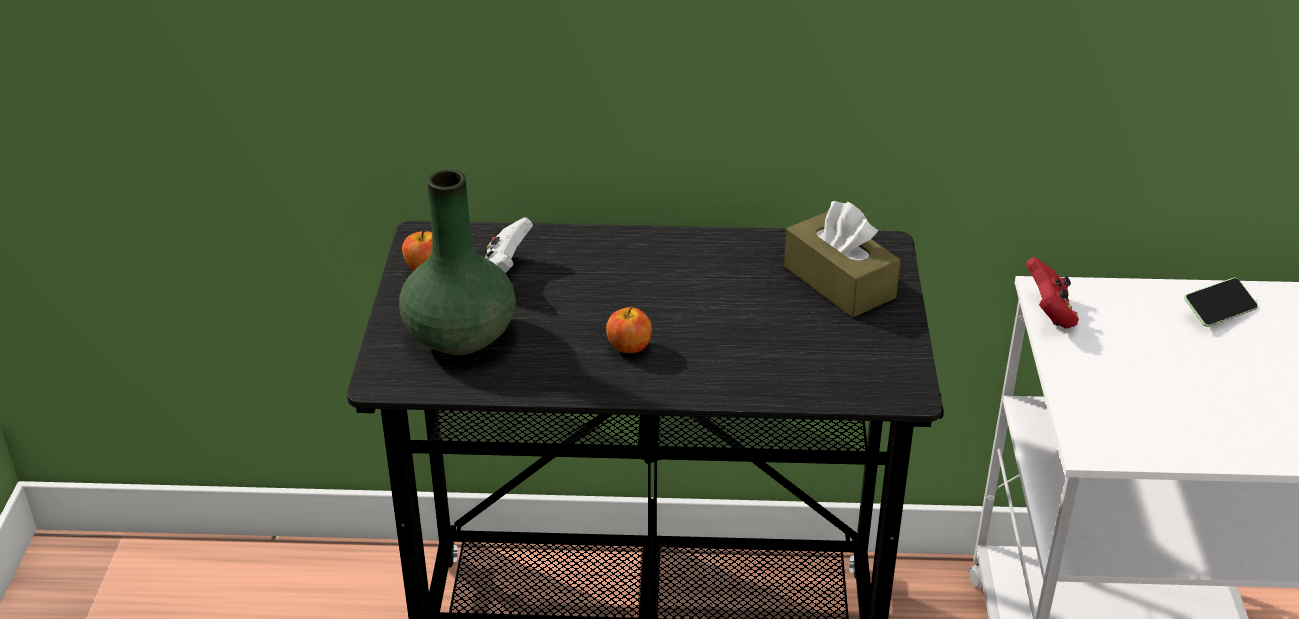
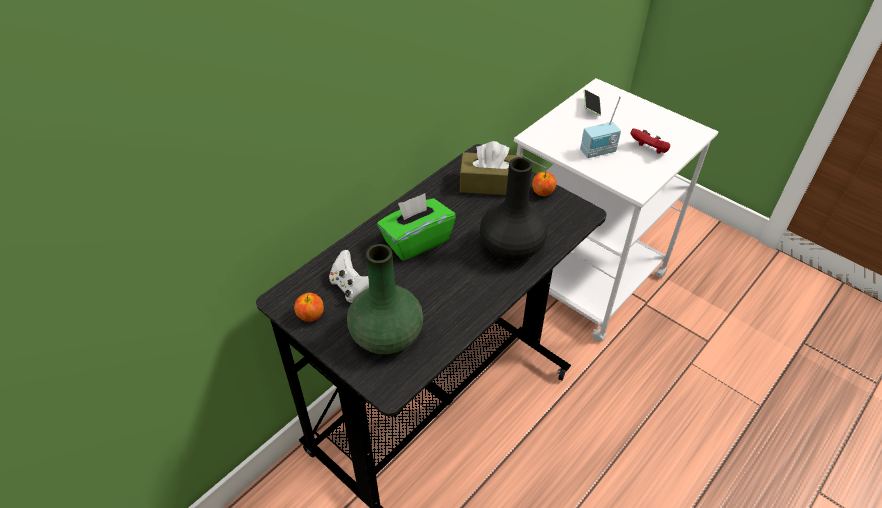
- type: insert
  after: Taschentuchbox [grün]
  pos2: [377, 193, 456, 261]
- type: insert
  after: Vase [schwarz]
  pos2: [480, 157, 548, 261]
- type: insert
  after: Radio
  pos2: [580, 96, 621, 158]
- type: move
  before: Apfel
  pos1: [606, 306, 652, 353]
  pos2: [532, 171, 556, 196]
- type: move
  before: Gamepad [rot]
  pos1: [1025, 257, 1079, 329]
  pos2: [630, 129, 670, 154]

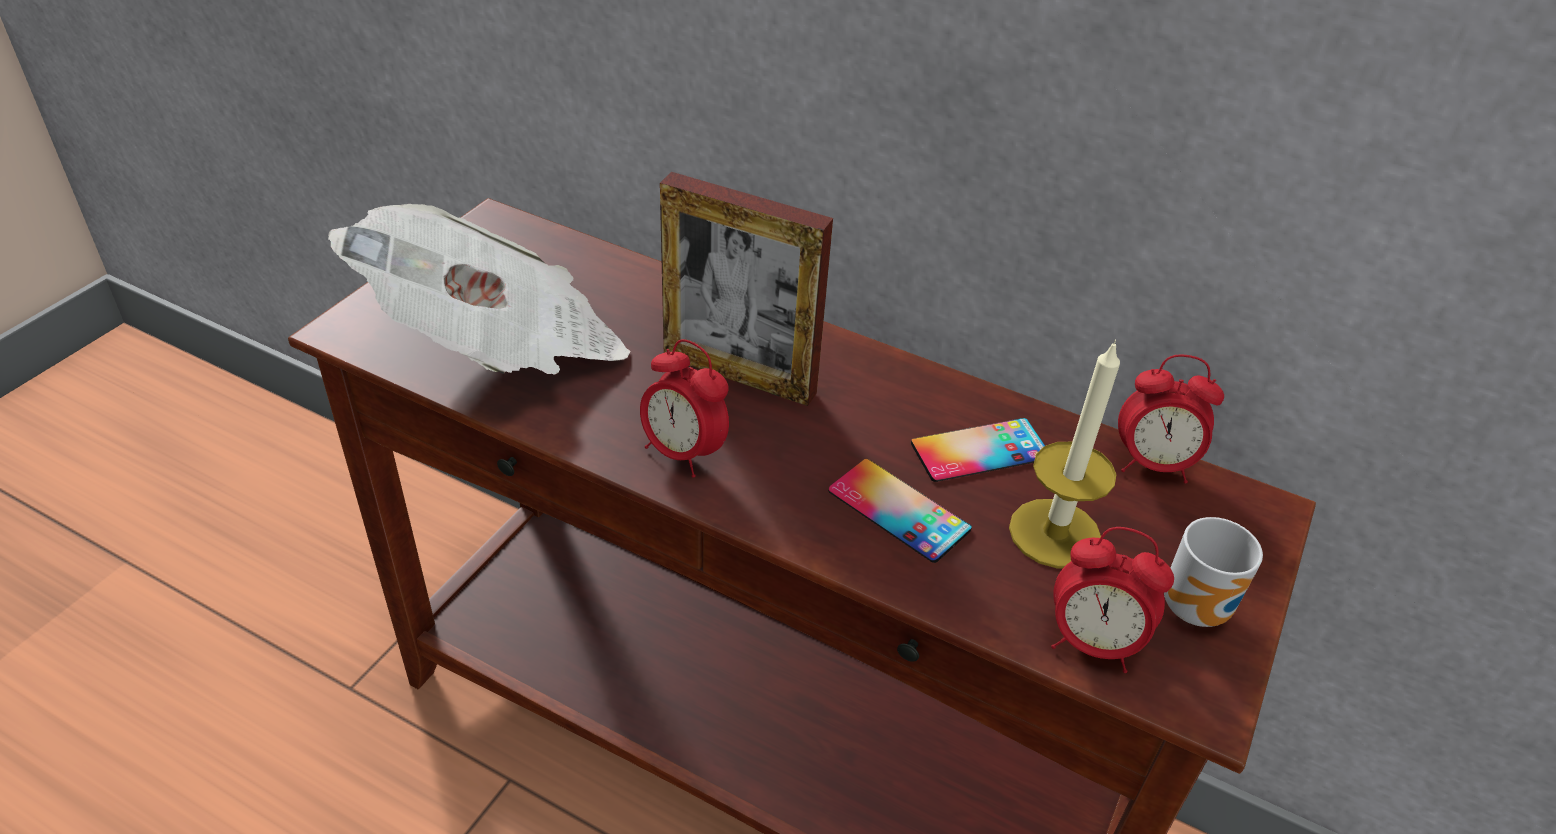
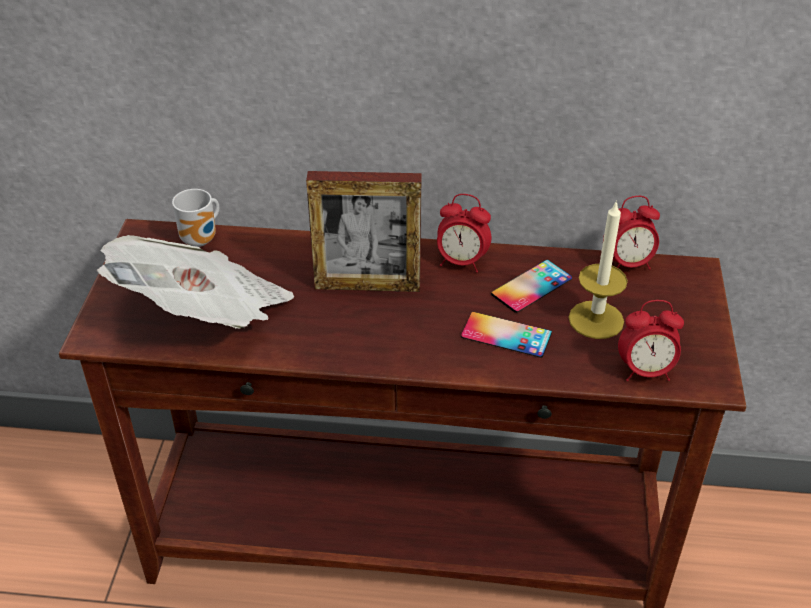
- type: move
  before: Wecker
  pos1: [640, 339, 729, 478]
  pos2: [437, 194, 491, 273]
- type: move
  before: Henkelbecher
  pos1: [1164, 517, 1263, 627]
  pos2: [172, 189, 219, 247]

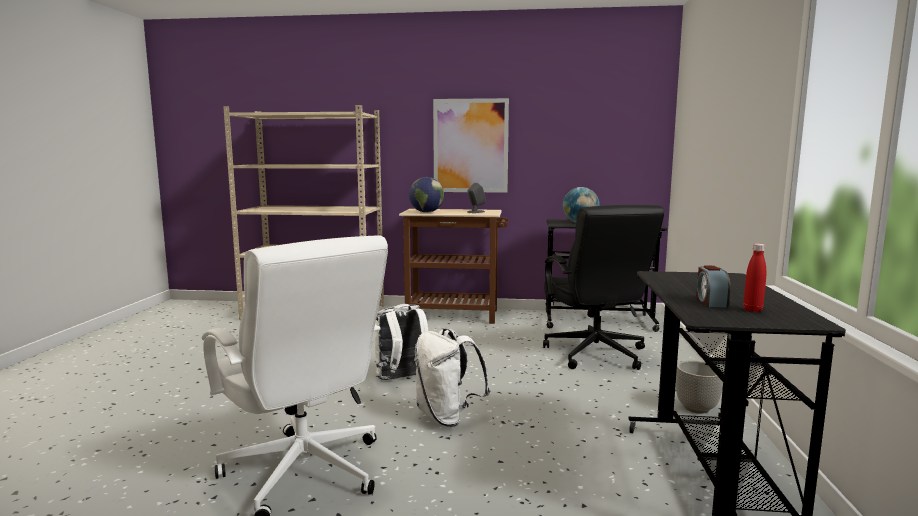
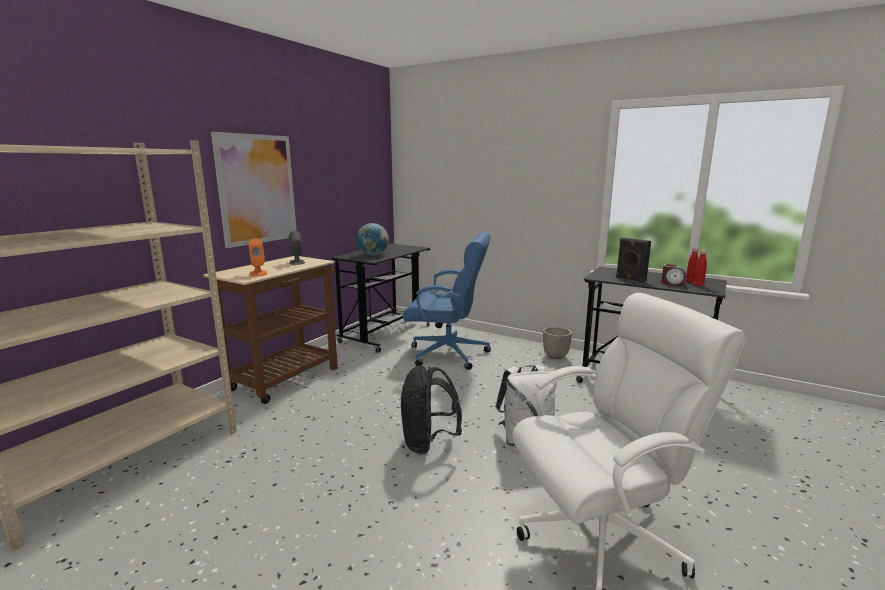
- type: insert
  after: Lautsprecher [schwarz]
  pos2: [616, 238, 651, 283]
- type: insert
  after: Flasche [rot]
  pos2: [694, 250, 707, 286]
- type: replace
  before: Globus
  after: Lautsprecher [orange]
  pos1: [409, 177, 444, 213]
  pos2: [249, 238, 267, 277]
- type: recolor
  before: Rucksack [weiß]
  after: Rucksack [schwarz]
  pos1: [375, 304, 429, 380]
  pos2: [401, 366, 462, 455]
- type: recolor
  before: Bürostuhl [schwarz]
  after: Bürostuhl [blau]
  pos1: [543, 205, 664, 370]
  pos2: [403, 232, 491, 370]

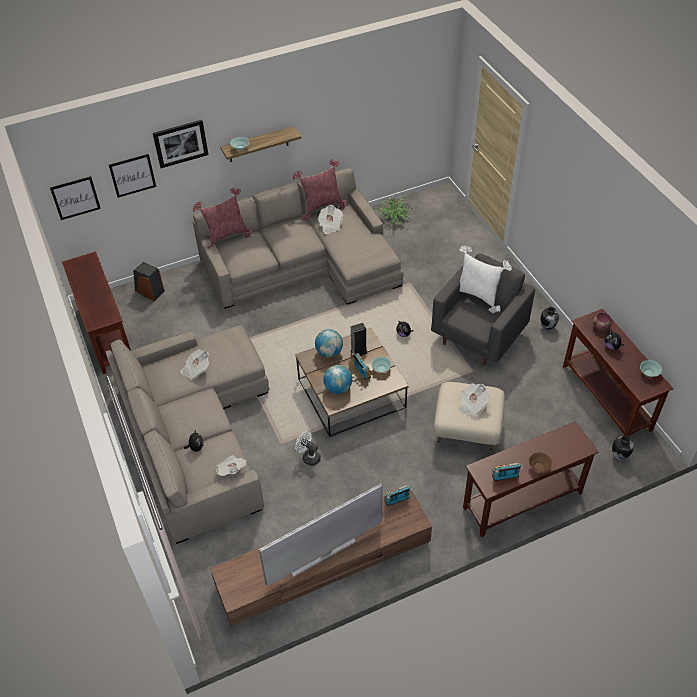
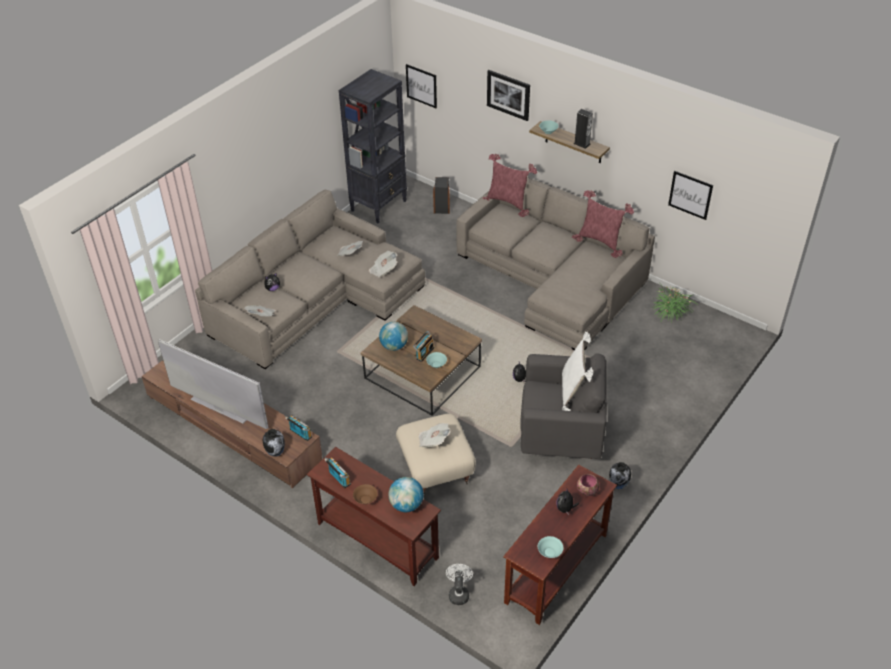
- type: move
  before: Bild
  pos1: [109, 154, 156, 198]
  pos2: [668, 171, 713, 220]
- type: move
  before: Ventilator [weiß]
  pos1: [295, 431, 321, 466]
  pos2: [446, 564, 473, 605]
- type: move
  before: Globus
  pos1: [315, 329, 343, 357]
  pos2: [389, 477, 424, 512]
- type: move
  before: Zeitung
  pos1: [318, 205, 343, 234]
  pos2: [369, 251, 397, 278]
- type: move
  before: Lautsprecher
  pos1: [351, 323, 367, 356]
  pos2: [574, 109, 593, 149]
- type: move
  before: Vase
  pos1: [612, 436, 634, 460]
  pos2: [262, 429, 285, 457]
- type: replace
  before: Konsolentisch [braun]
  after: Bücherregal [schwarz]
  pos1: [62, 251, 131, 374]
  pos2: [339, 69, 407, 223]

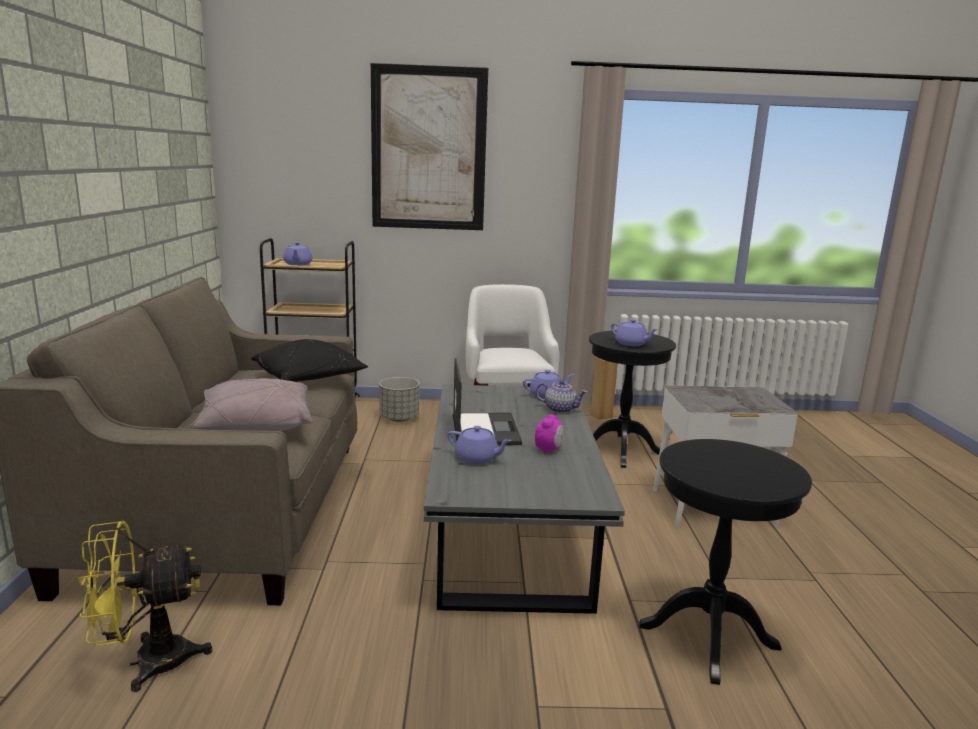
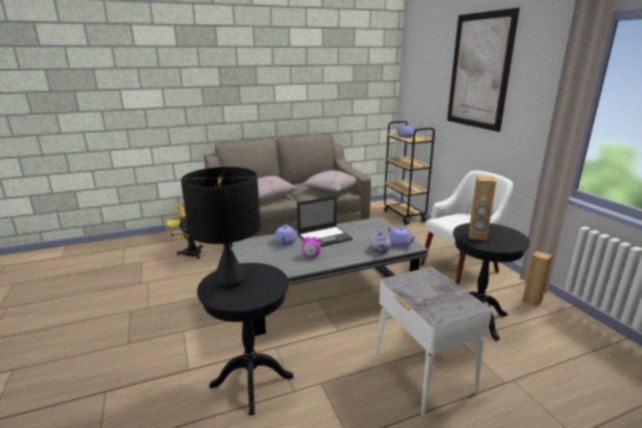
- type: delete
  before: Pflanzkübel [grau]
  pos1: [379, 377, 419, 422]
- type: insert
  after: Tischlampe [schwarz]
  pos2: [181, 167, 261, 287]
- type: replace
  before: Teekanne [lila]
  after: Lautsprecher [braun]
  pos1: [611, 319, 658, 346]
  pos2: [469, 176, 496, 241]
- type: recolor
  before: Kissen [schwarz]
  after: Kissen [lila]
  pos1: [251, 339, 368, 382]
  pos2: [301, 171, 357, 192]

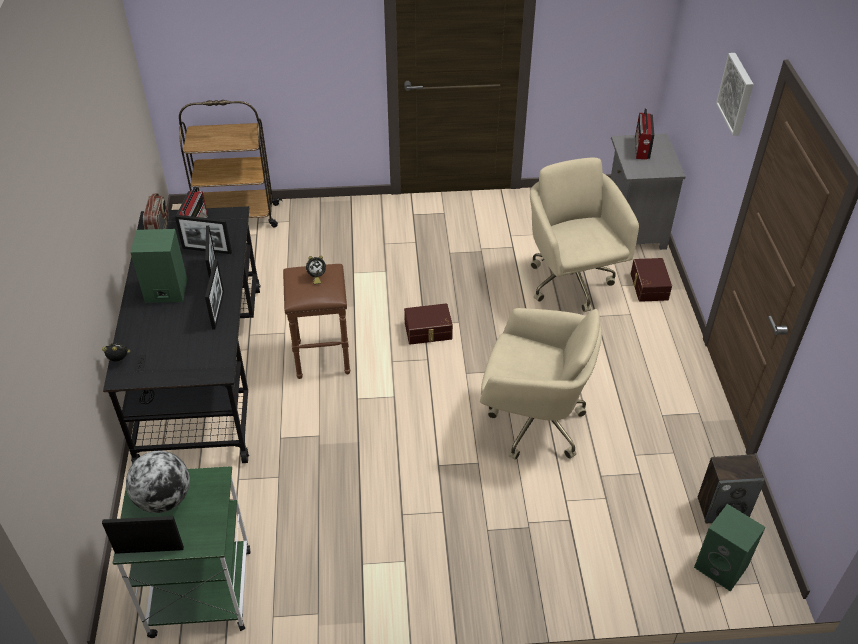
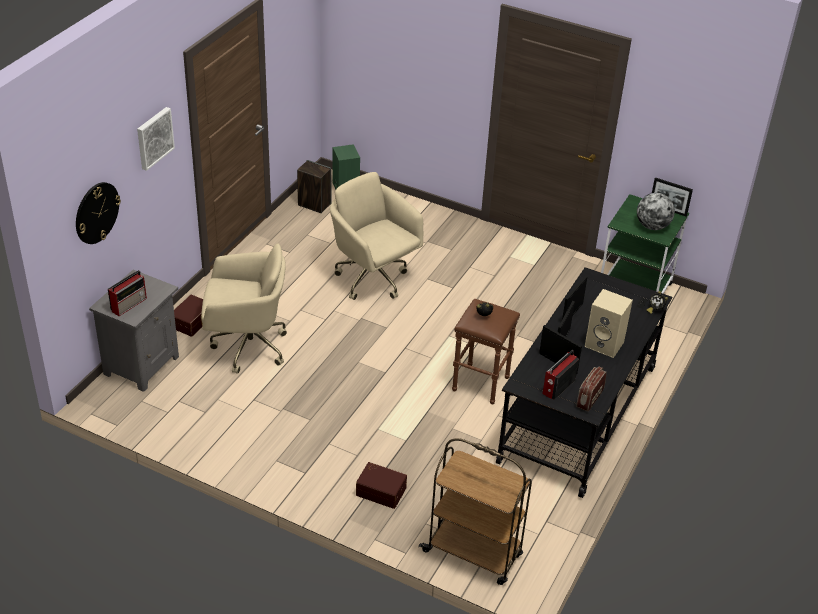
- type: insert
  after: Wanduhr
  pos2: [76, 182, 121, 244]
- type: move
  before: Aufbewahrungsbox [braun]
  pos1: [404, 303, 453, 345]
  pos2: [356, 462, 407, 509]
- type: recolor
  before: Lautsprecher [grün]
  after: Lautsprecher [beige]
  pos1: [130, 229, 187, 303]
  pos2: [585, 289, 633, 358]
- type: rotate
  before: Bürostuhl [beige]
  pos1: [530, 158, 639, 312]
  pos2: [201, 244, 287, 374]
  turn: -105

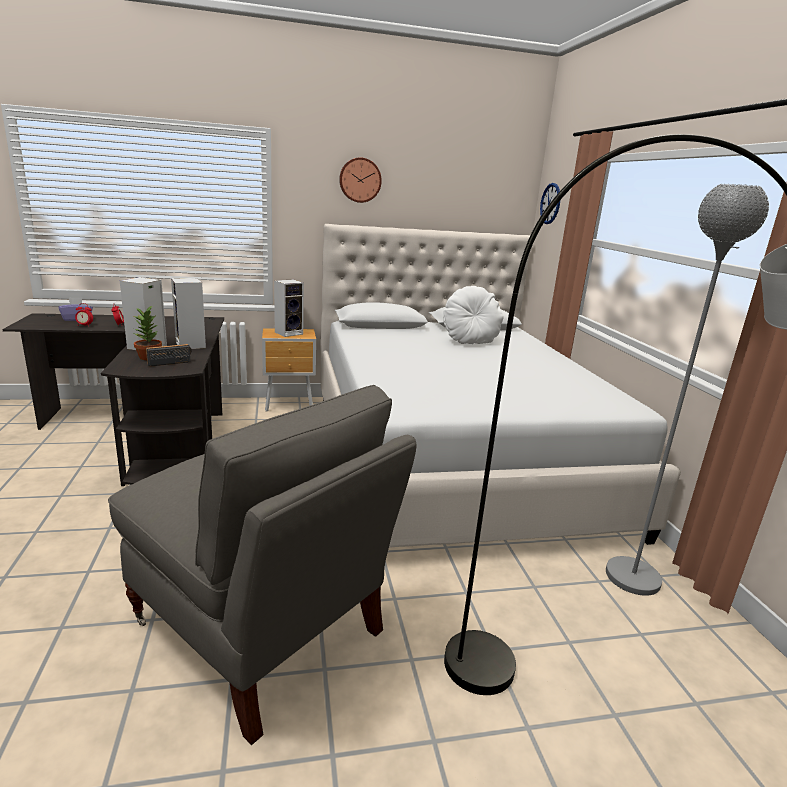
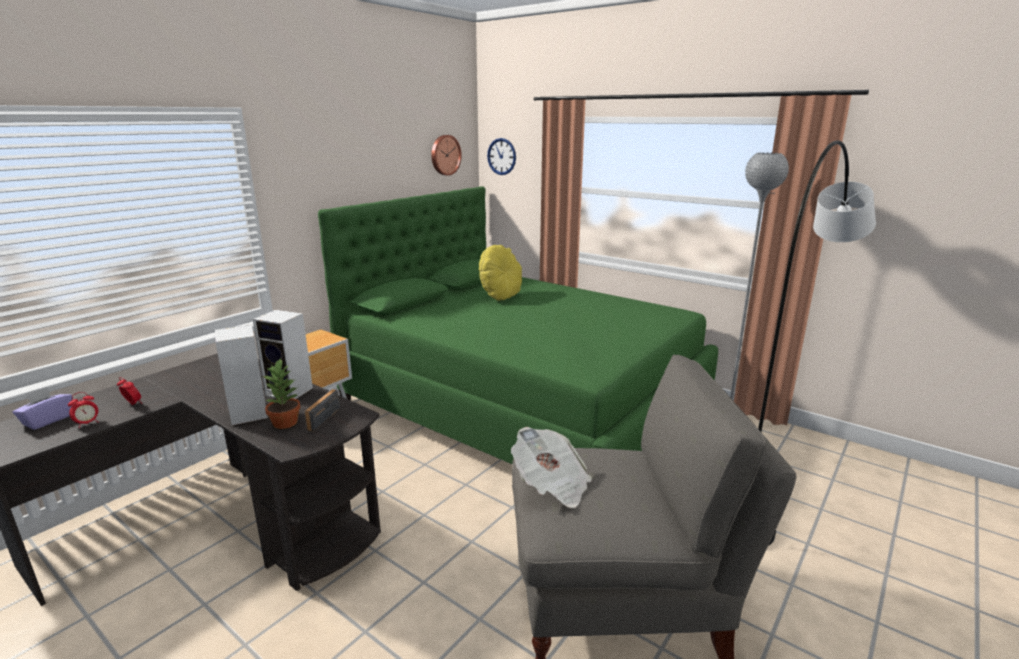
- type: delete
  before: Lautsprecher
  pos1: [274, 279, 304, 337]
- type: insert
  after: Zeitung
  pos2: [511, 427, 592, 508]
- type: move
  before: Wanduhr
  pos1: [339, 158, 382, 203]
  pos2: [431, 135, 462, 176]
- type: recolor
  before: Bett [weiß]
  after: Bett [grün]
  pos1: [320, 224, 681, 548]
  pos2: [318, 186, 718, 464]
- type: recolor
  before: Kissen [weiß]
  after: Kissen [gelb]
  pos1: [443, 286, 503, 344]
  pos2: [479, 245, 522, 301]

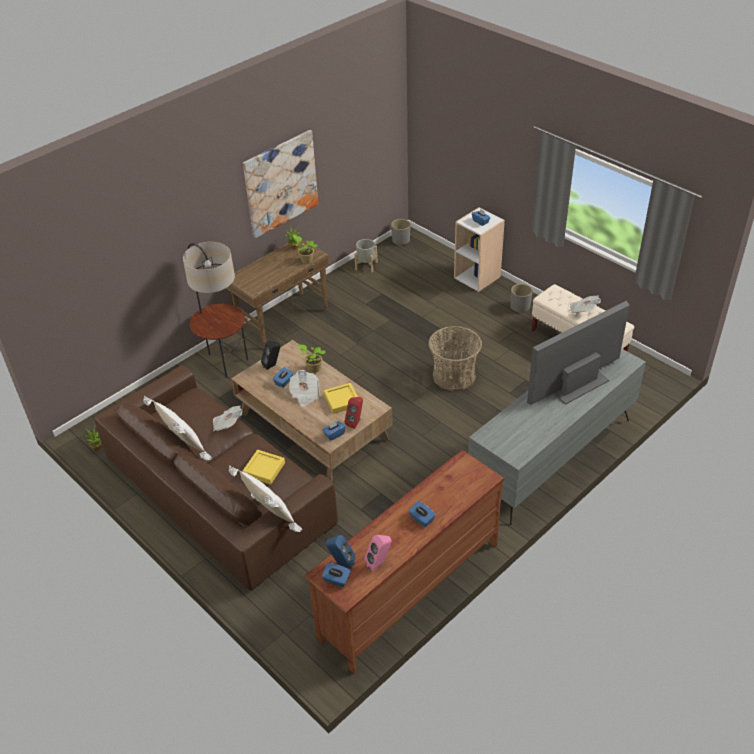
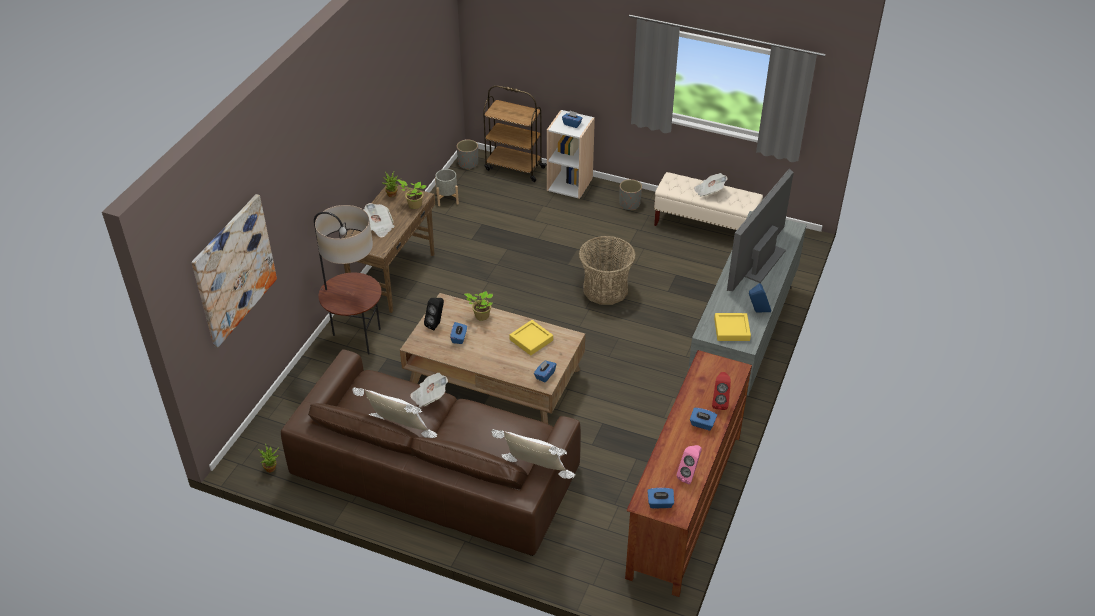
- type: insert
  after: Rollwagen [braun]
  pos2: [483, 86, 547, 182]
- type: move
  before: Bild
  pos1: [243, 130, 318, 238]
  pos2: [192, 194, 277, 348]
- type: move
  before: Tablett [gelb]
  pos1: [243, 450, 285, 485]
  pos2: [714, 313, 751, 341]
- type: move
  before: Zeitung
  pos1: [289, 370, 320, 407]
  pos2: [364, 203, 395, 238]
- type: move
  before: Lautsprecher [blau]
  pos1: [326, 535, 355, 569]
  pos2: [749, 283, 771, 313]
- type: move
  before: Lautsprecher [rot]
  pos1: [345, 397, 363, 429]
  pos2: [712, 372, 731, 410]

